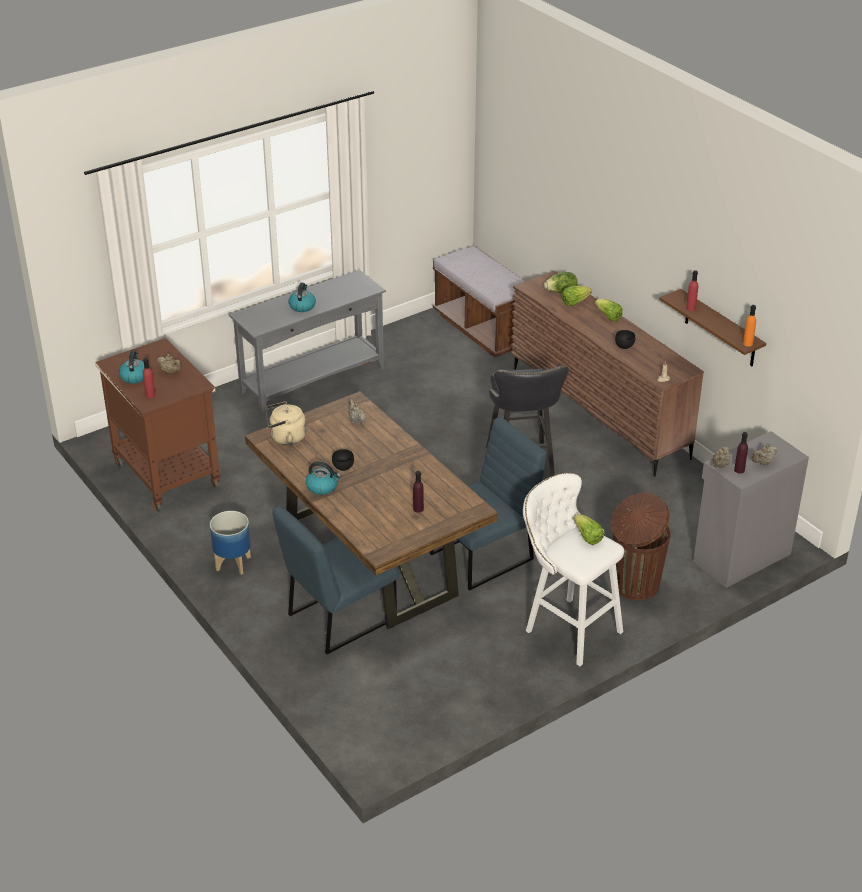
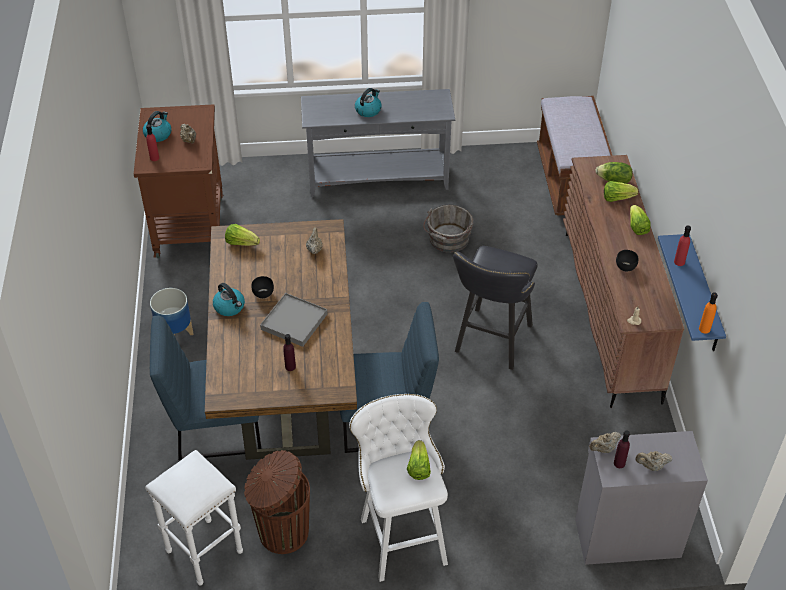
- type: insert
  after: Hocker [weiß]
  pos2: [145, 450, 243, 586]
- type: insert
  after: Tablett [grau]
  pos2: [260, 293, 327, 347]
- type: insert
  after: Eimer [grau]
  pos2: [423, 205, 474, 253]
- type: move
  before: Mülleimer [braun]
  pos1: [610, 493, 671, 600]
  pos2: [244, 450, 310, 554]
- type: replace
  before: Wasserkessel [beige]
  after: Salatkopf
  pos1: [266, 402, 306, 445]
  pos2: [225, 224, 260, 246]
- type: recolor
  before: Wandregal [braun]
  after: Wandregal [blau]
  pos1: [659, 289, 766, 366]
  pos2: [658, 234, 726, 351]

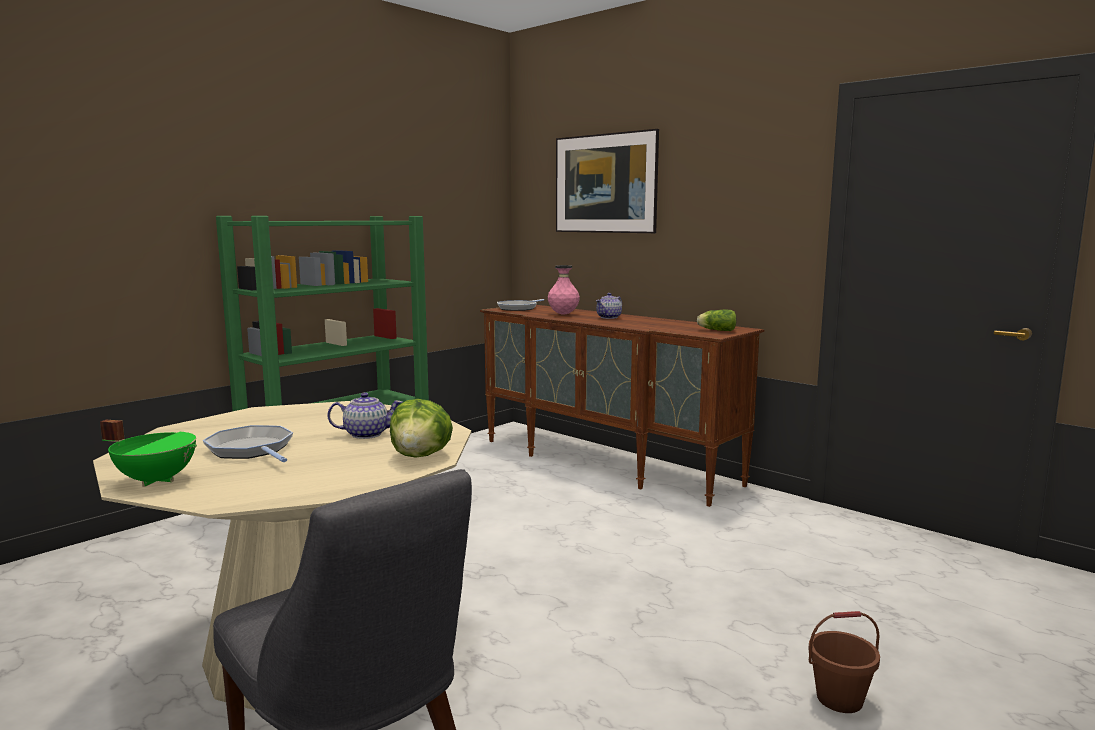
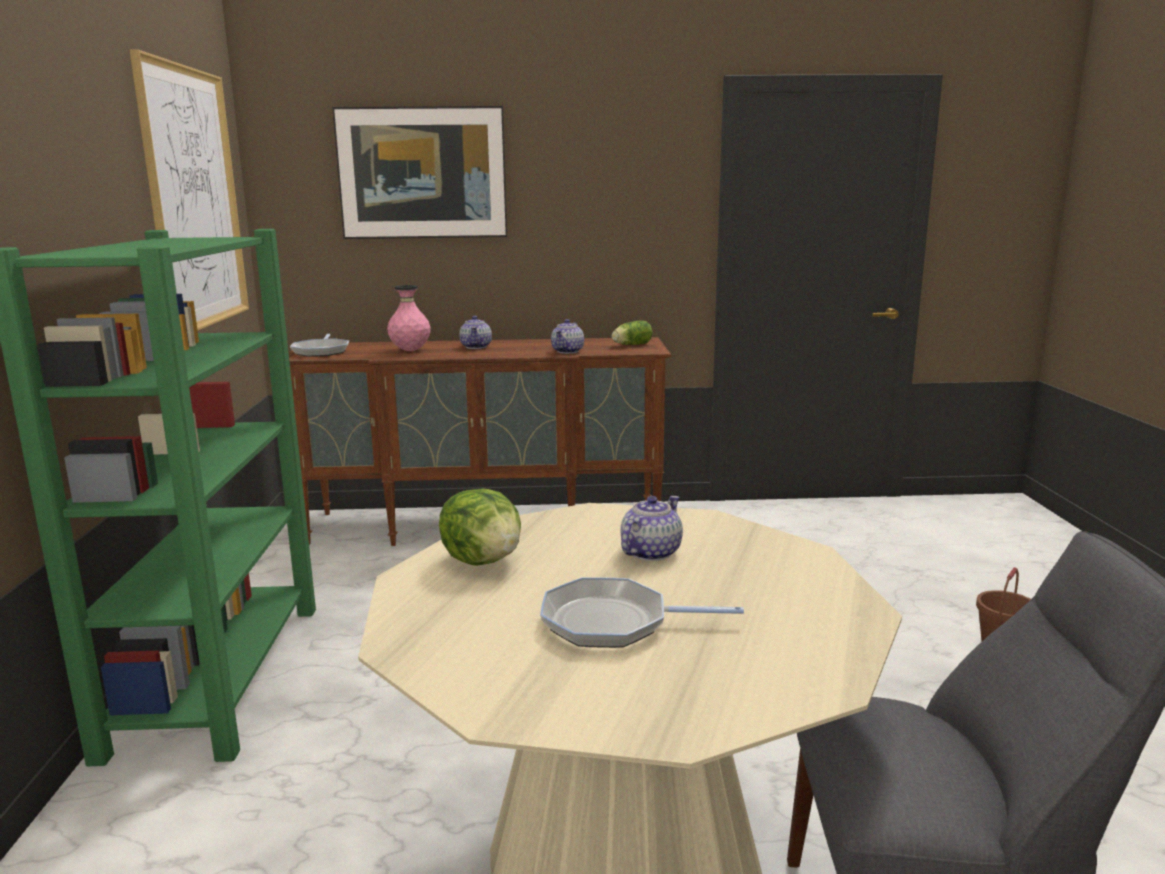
- type: delete
  before: Kochtopf [grün]
  pos1: [100, 420, 197, 487]
- type: insert
  after: Bild
  pos2: [129, 50, 249, 330]
- type: insert
  after: Teekanne
  pos2: [551, 319, 584, 354]
- type: move
  before: Salatkopf
  pos1: [390, 399, 453, 458]
  pos2: [439, 488, 521, 566]

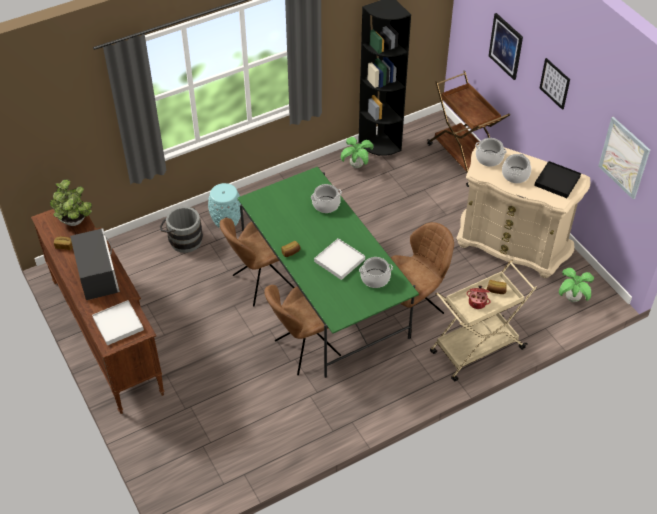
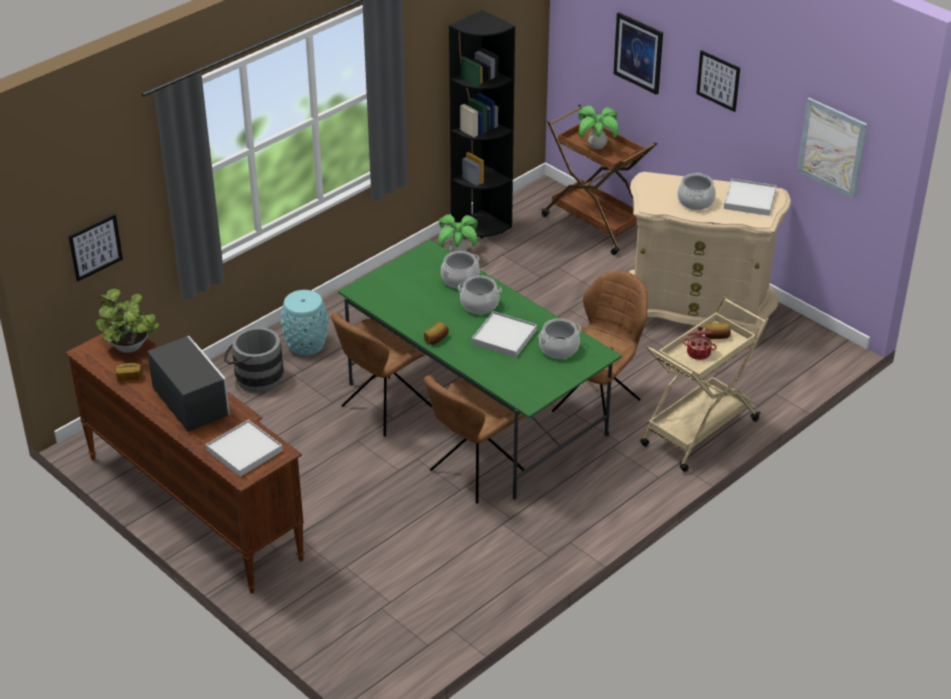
- type: insert
  after: Bild
  pos2: [68, 214, 123, 282]
- type: move
  before: Kochtopf
  pos1: [475, 138, 507, 167]
  pos2: [458, 275, 502, 314]
- type: move
  before: Topfpflanze
  pos1: [559, 268, 594, 302]
  pos2: [578, 106, 618, 149]
- type: recolor
  before: Tablett [schwarz]
  after: Tablett [weiß]
  pos1: [534, 161, 581, 198]
  pos2: [724, 179, 777, 216]

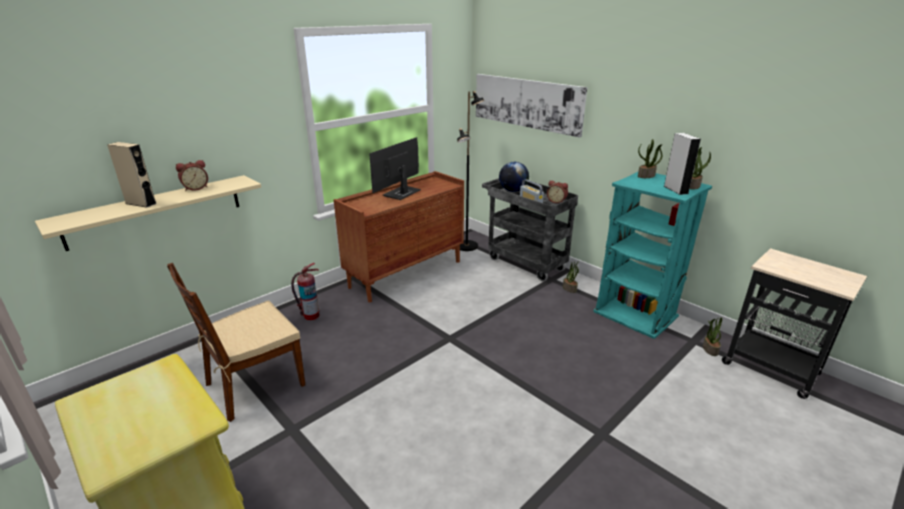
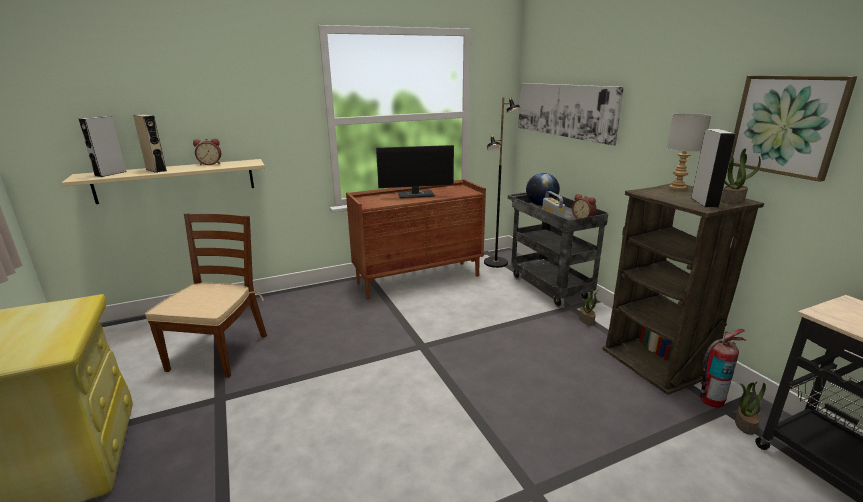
- type: insert
  after: Lautsprecher [grau]
  pos2: [79, 116, 126, 177]
- type: insert
  after: Bild
  pos2: [732, 75, 857, 182]
- type: move
  before: Feuerlöscher
  pos1: [291, 263, 319, 320]
  pos2: [700, 329, 746, 408]
- type: replace
  before: Topfpflanze
  after: Tischlampe [grau]
  pos1: [638, 139, 662, 178]
  pos2: [667, 113, 711, 190]
- type: recolor
  before: Bücherregal [türkis]
  after: Bücherregal [braun]
  pos1: [593, 172, 712, 339]
  pos2: [602, 184, 764, 395]
- type: rotate
  before: Stuhl [braun]
  pos1: [167, 263, 305, 422]
  pos2: [145, 213, 267, 378]
  turn: 120
- type: rotate
  before: Monitor
  pos1: [369, 137, 421, 200]
  pos2: [376, 145, 454, 199]
  turn: -150

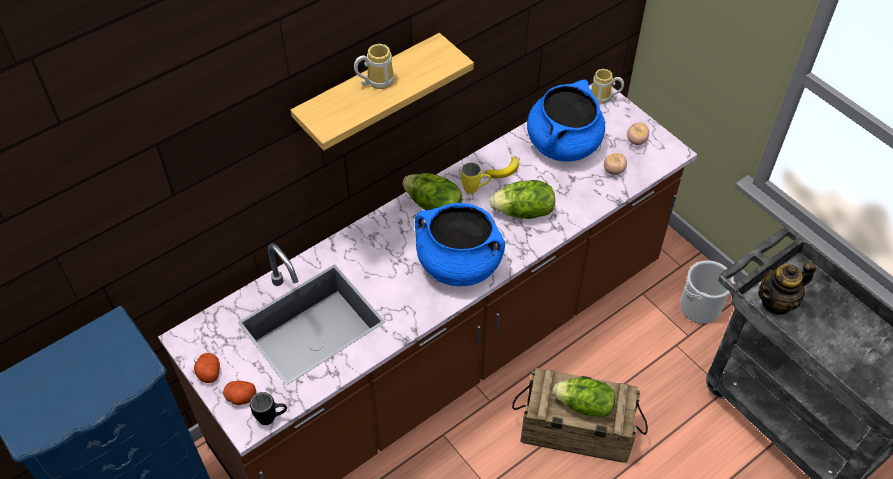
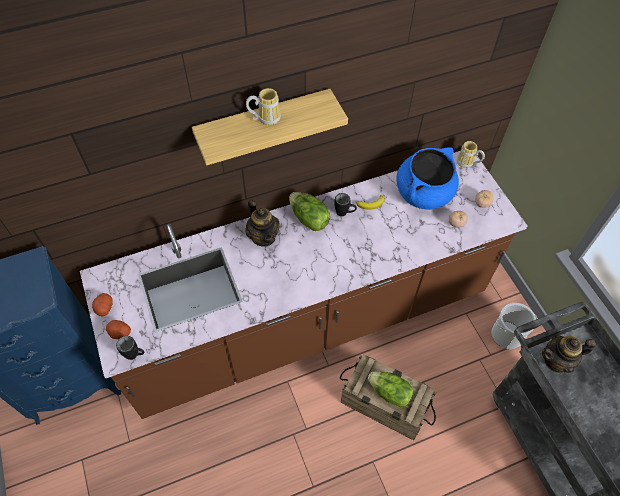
- type: delete
  before: Kochtopf [blau]
  pos1: [415, 203, 505, 286]
- type: delete
  before: Salatkopf
  pos1: [490, 180, 555, 219]
- type: insert
  after: Teekanne
  pos2: [245, 199, 280, 247]
- type: recolor
  before: Henkelbecher [gelb]
  after: Henkelbecher [schwarz]
  pos1: [461, 163, 491, 194]
  pos2: [334, 193, 357, 216]

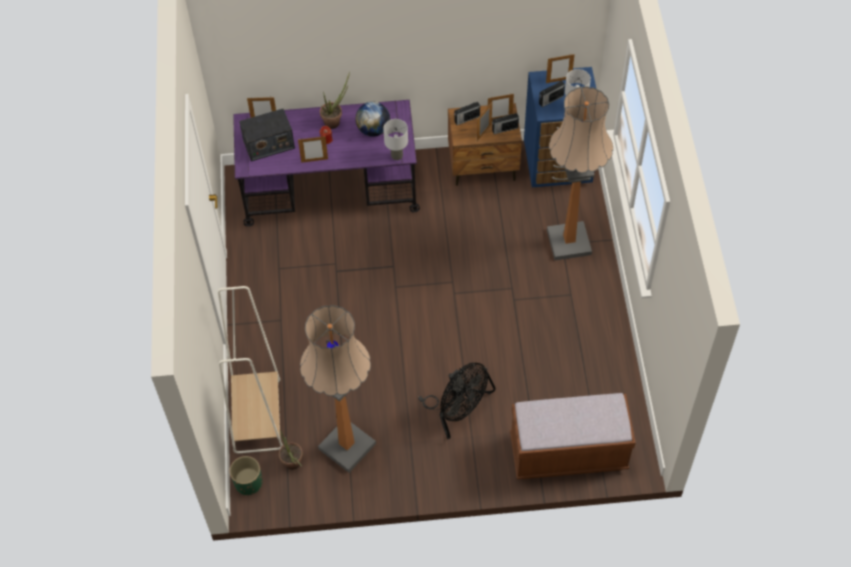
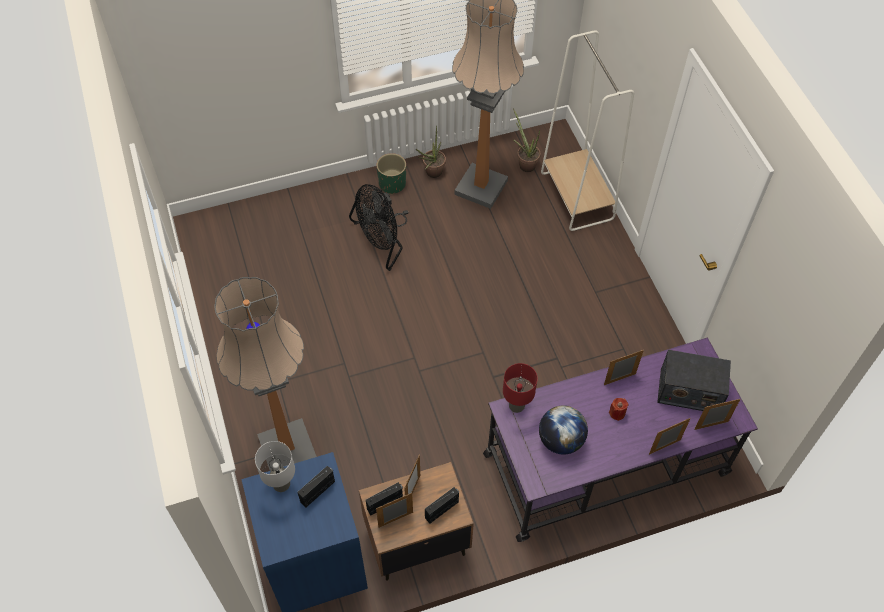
- type: delete
  before: Bank [braun]
  pos1: [510, 393, 636, 479]
- type: move
  before: Pflanzkübel [grün]
  pos1: [229, 456, 262, 495]
  pos2: [376, 153, 406, 194]
- type: move
  before: Topfpflanze
  pos1: [320, 72, 350, 129]
  pos2: [416, 126, 446, 178]
- type: move
  before: Bilderrahmen
  pos1: [546, 54, 575, 83]
  pos2: [649, 418, 691, 455]
- type: recolor
  before: Tischlampe [weiß]
  after: Tischlampe [rot]
  pos1: [383, 119, 408, 160]
  pos2: [503, 363, 538, 413]
- type: rotate
  before: Radio
  pos1: [239, 109, 295, 161]
  pos2: [657, 350, 731, 411]
  turn: -135
- type: rotate
  before: Ventilator [schwarz]
  pos1: [418, 363, 496, 439]
  pos2: [349, 184, 408, 271]
  turn: -60

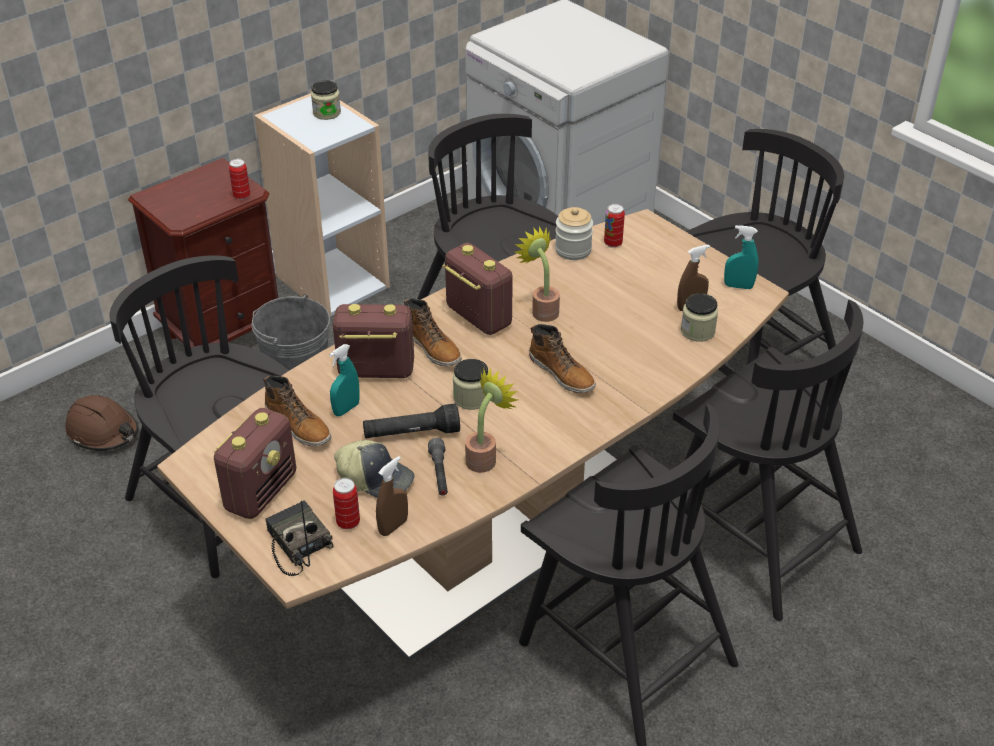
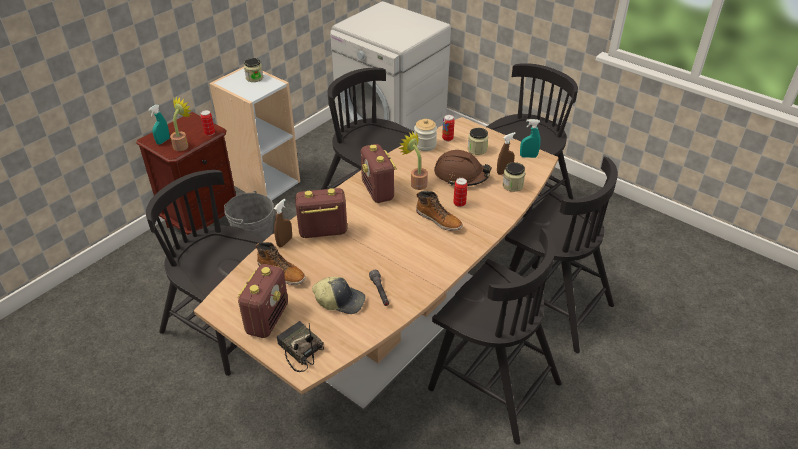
- type: delete
  before: Taschenlampe [schwarz]
  pos1: [363, 403, 460, 438]
- type: delete
  before: Stiefel
  pos1: [404, 298, 462, 366]
- type: move
  before: Schutzhelm [braun]
  pos1: [65, 395, 139, 451]
  pos2: [434, 150, 492, 186]
- type: move
  before: Sprühflasche [türkis]
  pos1: [329, 344, 360, 416]
  pos2: [148, 105, 170, 145]
- type: move
  before: Dose
  pos1: [333, 478, 360, 529]
  pos2: [453, 178, 468, 207]
- type: move
  before: Sprühflasche [braun]
  pos1: [376, 456, 408, 536]
  pos2: [274, 199, 292, 247]
- type: move
  before: Vorratsglas
  pos1: [453, 359, 488, 410]
  pos2: [468, 128, 488, 155]
- type: move
  before: Topfpflanze
  pos1: [465, 367, 518, 473]
  pos2: [170, 97, 192, 151]
- type: rotate
  before: Radio
  pos1: [442, 243, 513, 335]
  pos2: [361, 144, 397, 203]
  turn: -150

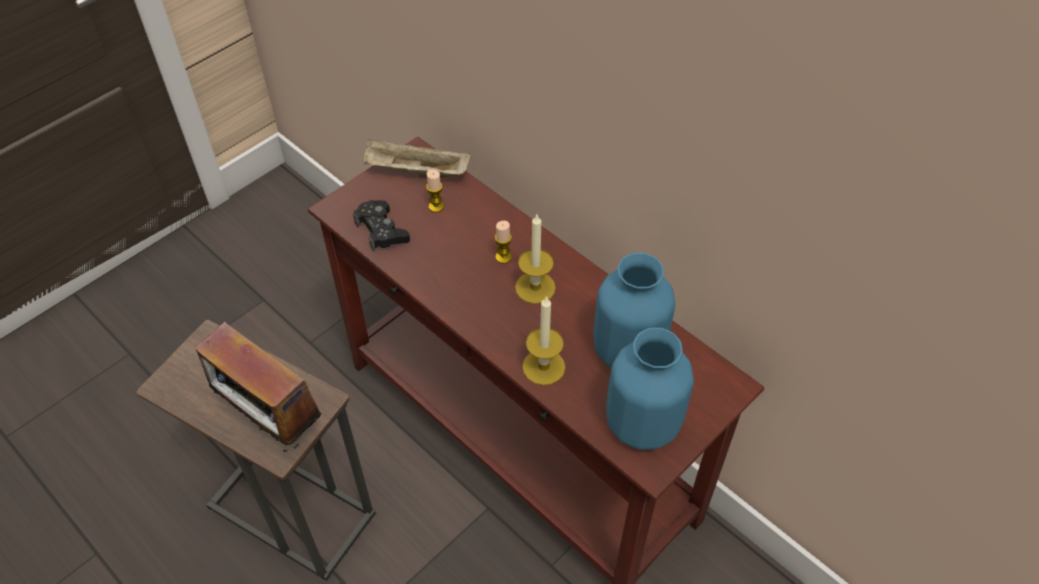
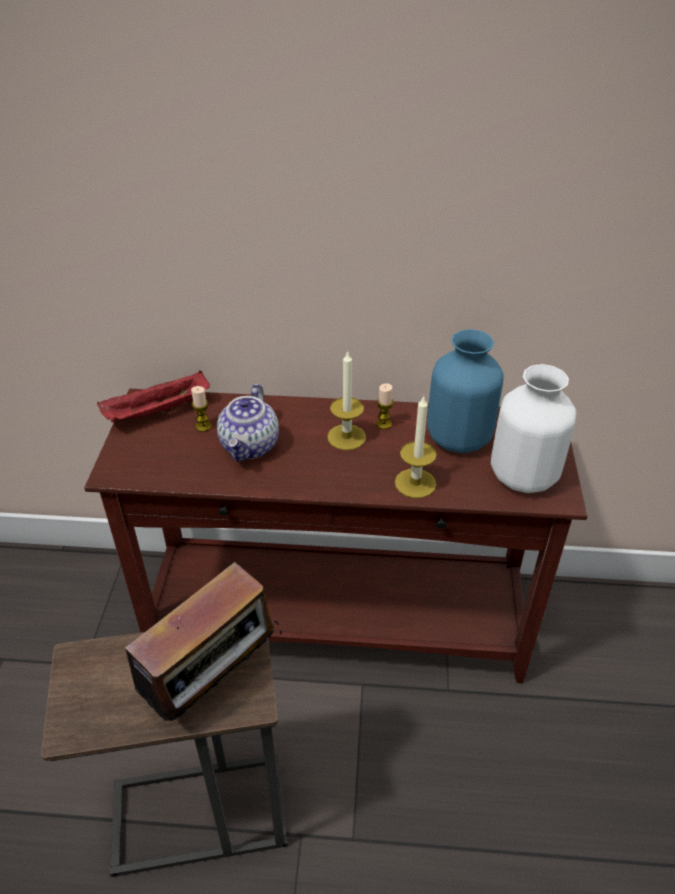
- type: delete
  before: Gamepad [schwarz]
  pos1: [353, 200, 410, 252]
- type: insert
  after: Teekanne
  pos2: [217, 384, 279, 462]
- type: move
  before: Kerze
  pos1: [495, 221, 512, 264]
  pos2: [376, 383, 393, 429]
- type: recolor
  before: Tablett [beige]
  after: Tablett [rot]
  pos1: [364, 139, 470, 178]
  pos2: [97, 371, 210, 422]
- type: recolor
  before: Vase [blau]
  after: Vase [weiß]
  pos1: [606, 328, 694, 450]
  pos2: [491, 364, 576, 493]
- type: rotate
  before: Radio
  pos1: [196, 322, 322, 452]
  pos2: [109, 562, 284, 721]
  turn: -45

